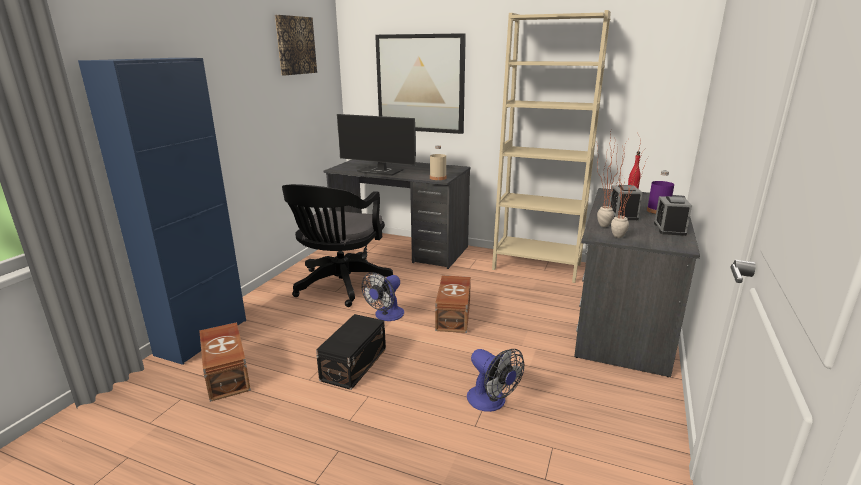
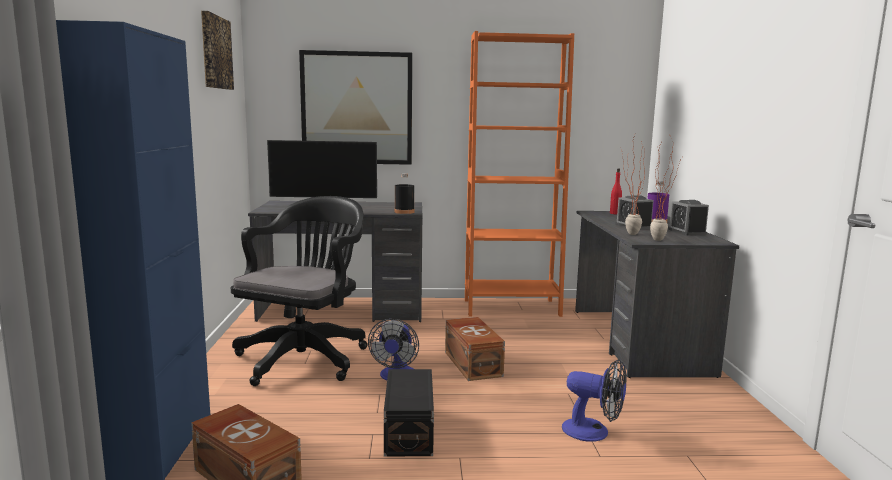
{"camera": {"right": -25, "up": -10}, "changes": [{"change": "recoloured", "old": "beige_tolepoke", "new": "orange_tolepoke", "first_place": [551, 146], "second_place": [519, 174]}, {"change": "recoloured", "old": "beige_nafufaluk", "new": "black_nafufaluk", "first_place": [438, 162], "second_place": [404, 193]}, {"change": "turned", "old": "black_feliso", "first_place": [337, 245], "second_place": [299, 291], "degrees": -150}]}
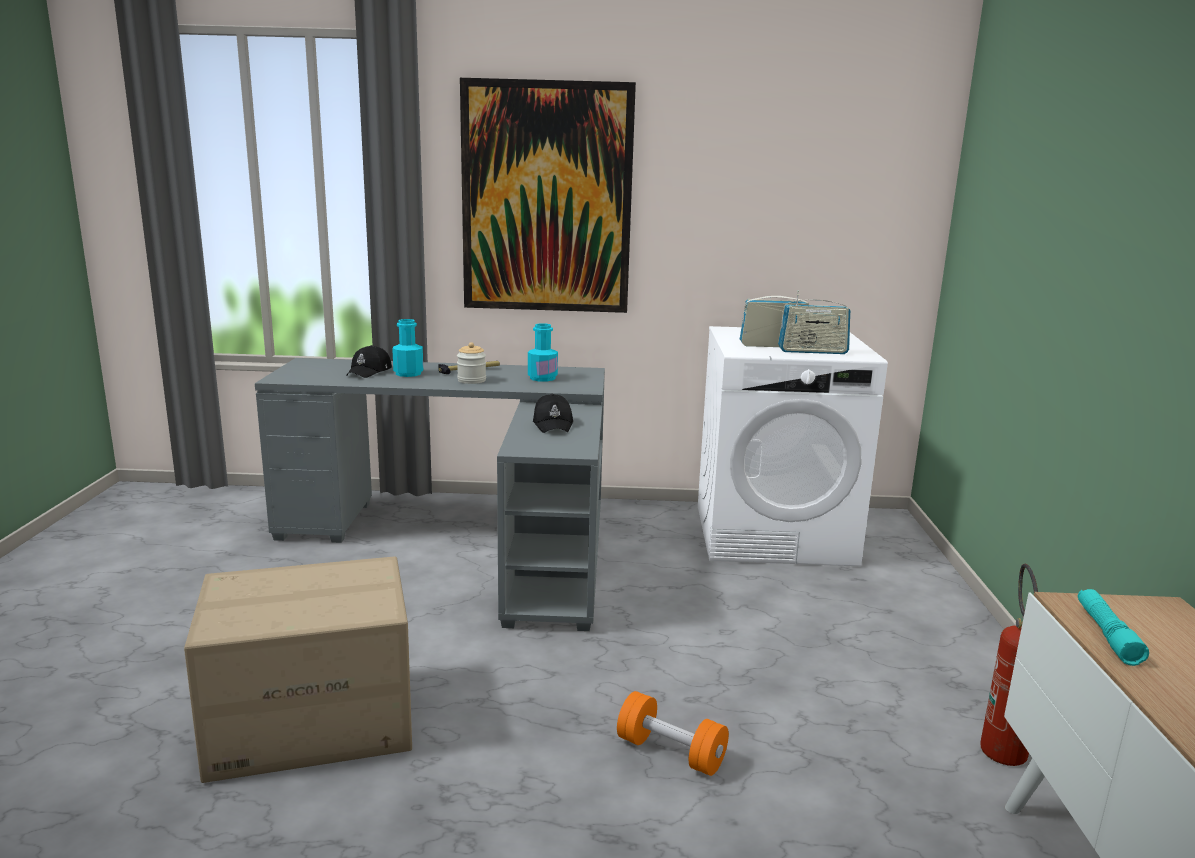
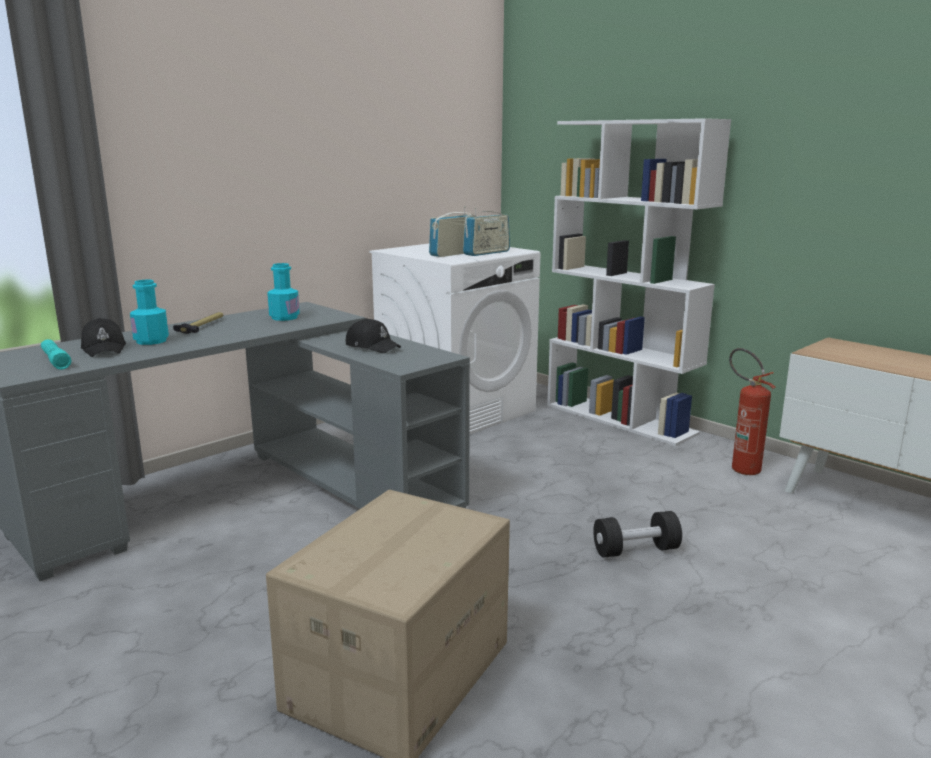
{"camera": {"right": -45, "up": 0}, "changes": [{"change": "removed", "old": "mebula", "first_place": [548, 195]}, {"change": "removed", "old": "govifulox", "first_place": [471, 363]}, {"change": "moved", "old": "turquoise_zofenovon", "first_place": [1113, 627], "second_place": [56, 354]}, {"change": "recoloured", "old": "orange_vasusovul", "new": "black_vasusovul", "first_place": [673, 733], "second_place": [637, 534]}, {"change": "added", "new": "white_tolepoke", "second_place": [639, 282]}]}
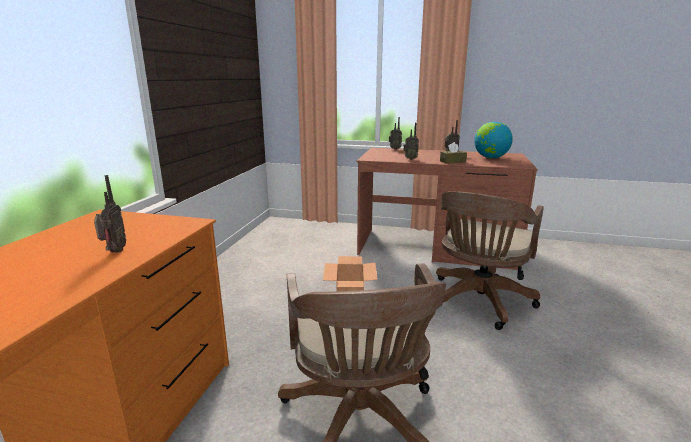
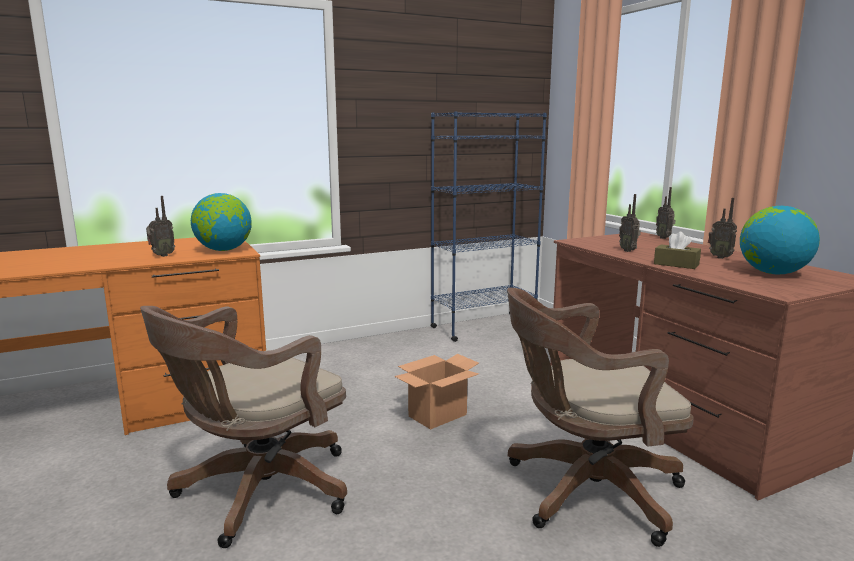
{"camera": {"right": 50, "up": -5}, "changes": [{"change": "added", "new": "blue_tolepoke", "second_place": [489, 226]}, {"change": "added", "new": "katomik", "second_place": [221, 222]}]}
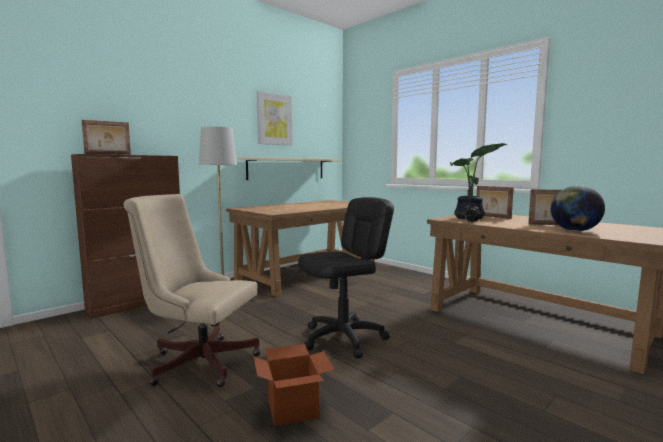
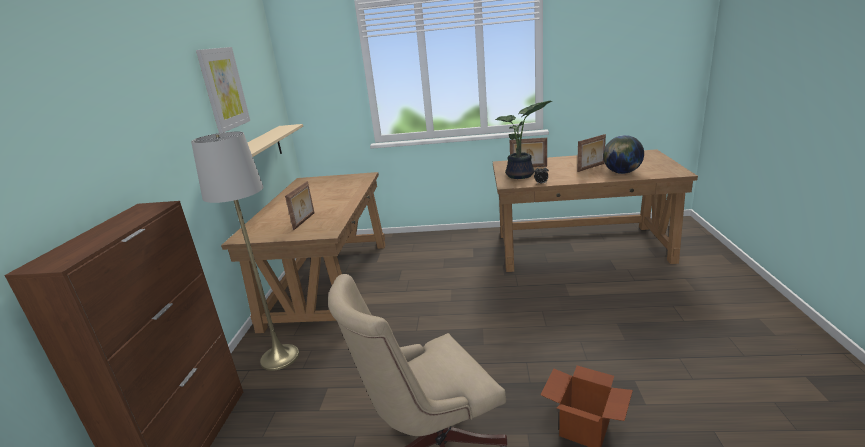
{"camera": {"right": -40, "up": 15}, "changes": [{"change": "moved", "old": "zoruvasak", "first_place": [106, 137], "second_place": [300, 205]}, {"change": "removed", "old": "black_feliso", "first_place": [346, 277]}]}
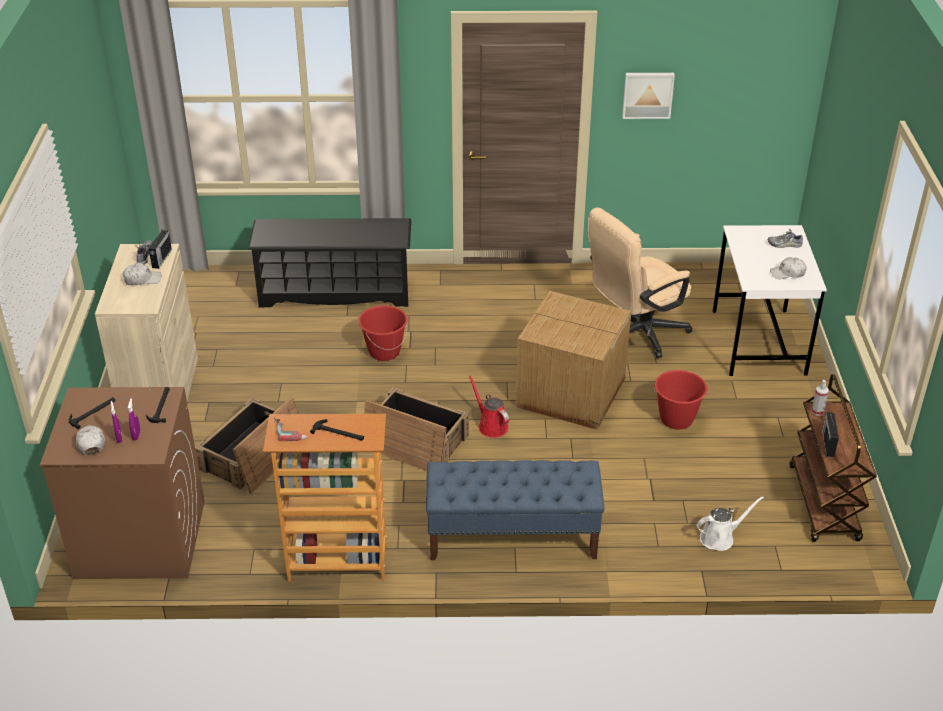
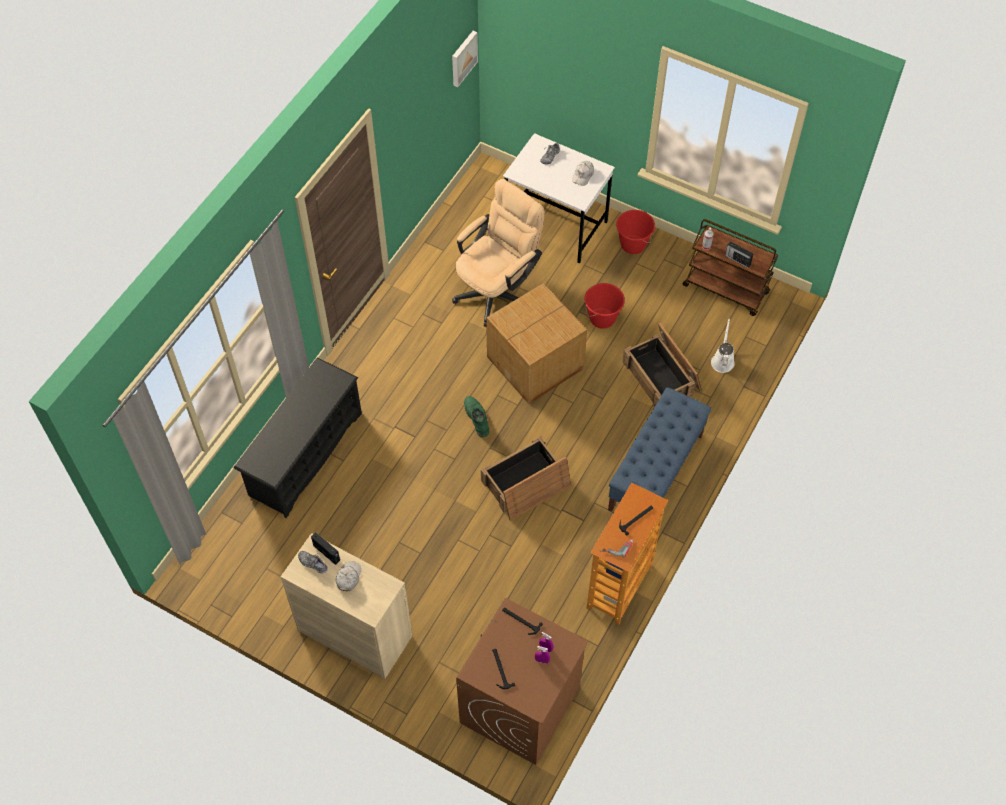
{"camera": {"right": -60, "up": 20}, "changes": [{"change": "moved", "old": "mebula", "first_place": [648, 96], "second_place": [465, 59]}, {"change": "turned", "old": "beige_feliso", "first_place": [640, 282], "second_place": [498, 253], "degrees": -135}, {"change": "moved", "old": "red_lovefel", "first_place": [382, 333], "second_place": [635, 232]}, {"change": "removed", "old": "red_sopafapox", "first_place": [489, 406]}, {"change": "moved", "old": "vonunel", "first_place": [246, 445], "second_place": [662, 364]}, {"change": "removed", "old": "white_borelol", "first_place": [91, 440]}, {"change": "added", "new": "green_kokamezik", "second_place": [477, 416]}]}
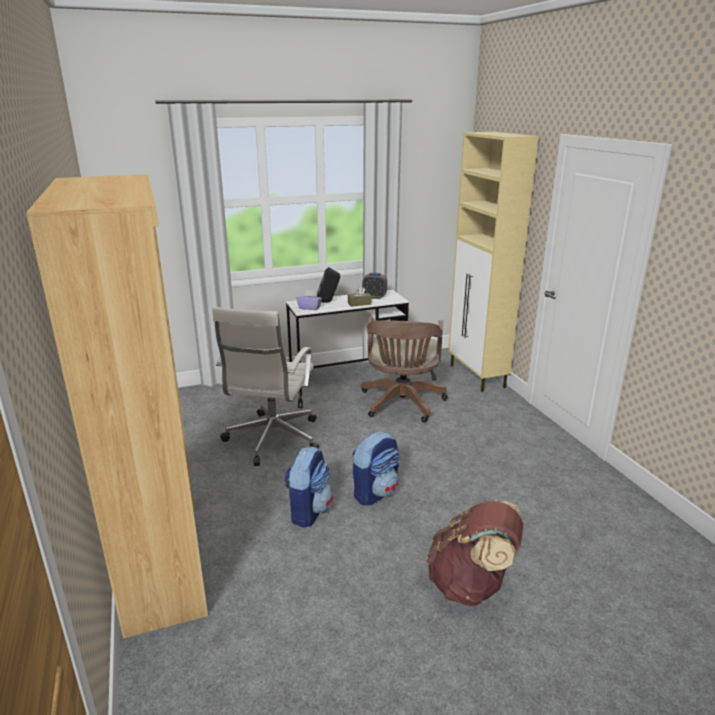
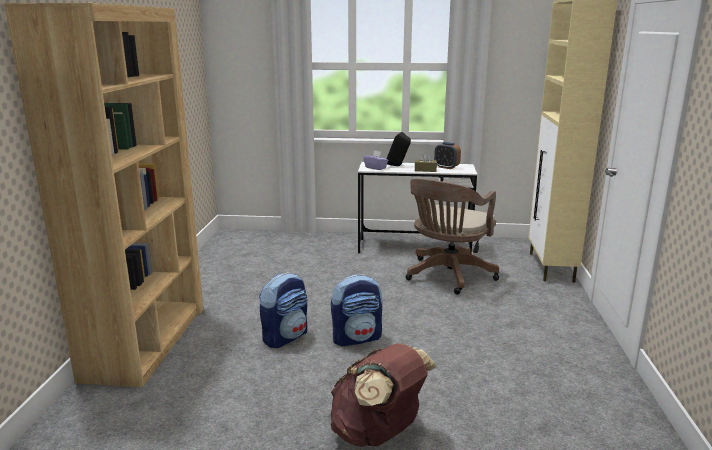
{"camera": {"right": 25, "up": -5}, "changes": [{"change": "removed", "old": "white_feliso", "first_place": [266, 386]}]}
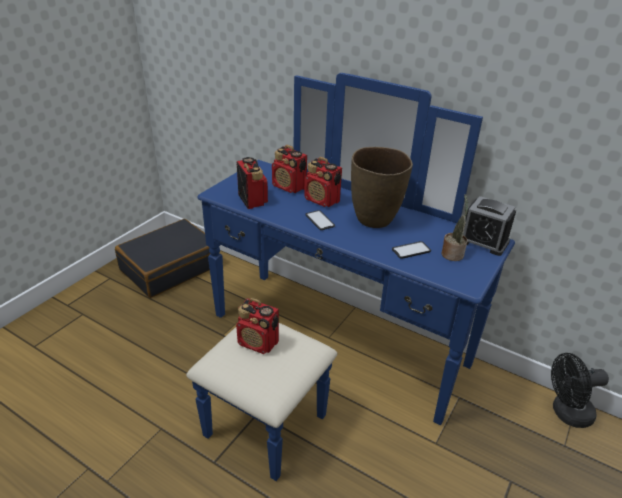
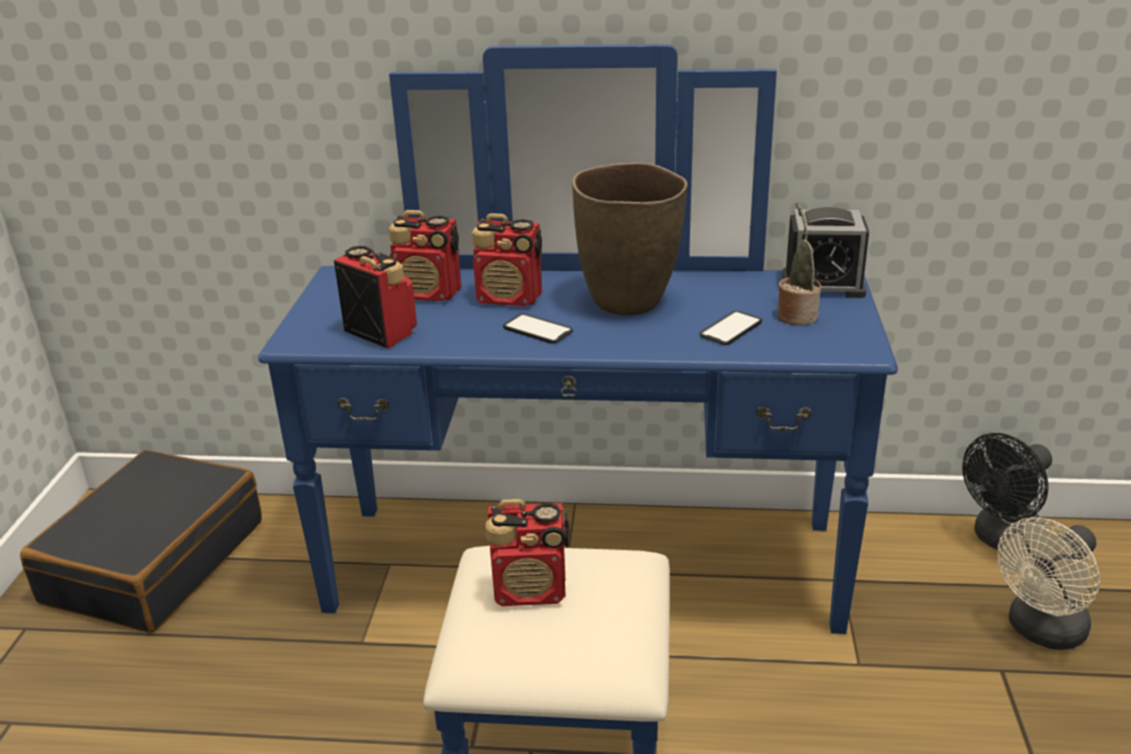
{"camera": {"right": -25, "up": -5}, "changes": [{"change": "added", "new": "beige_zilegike", "second_place": [1048, 583]}]}
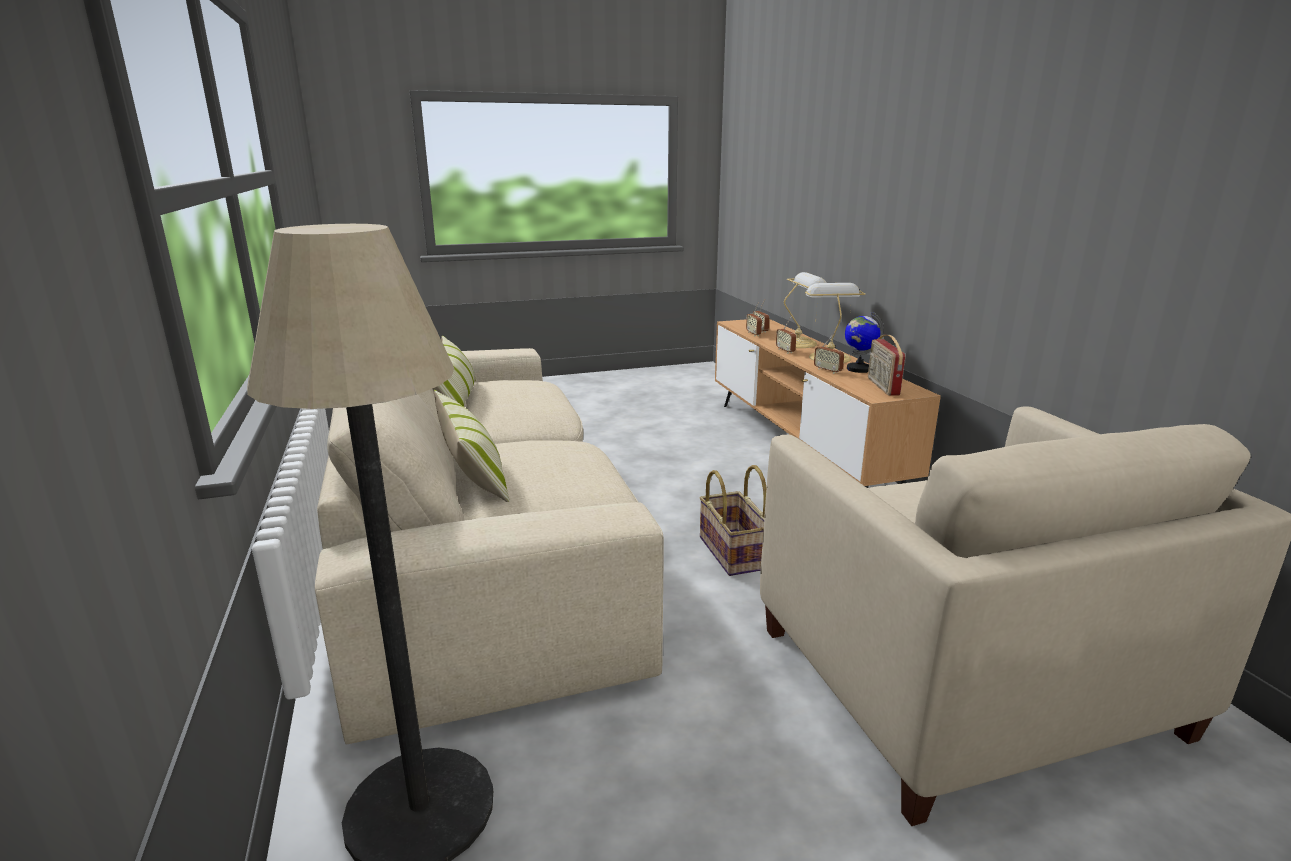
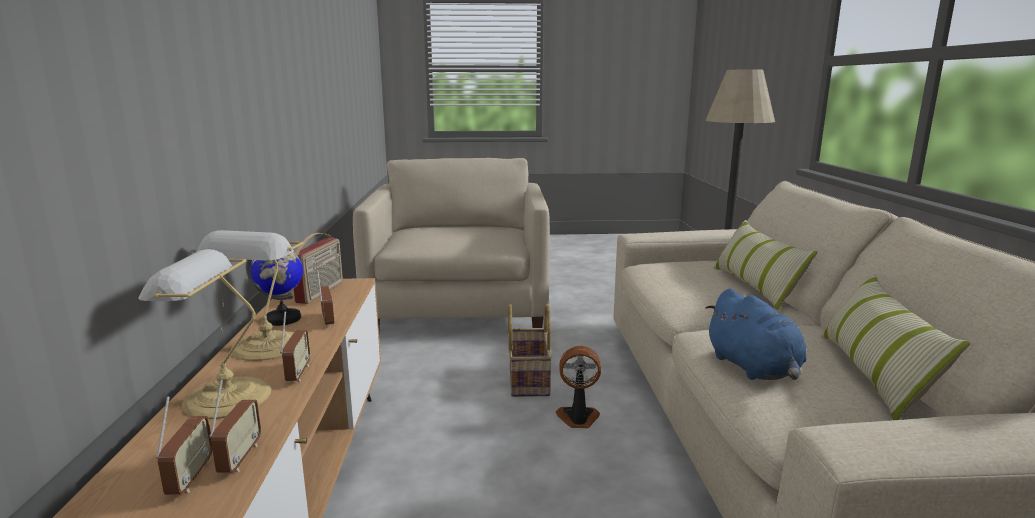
{"camera": {"right": -165, "up": -5}, "changes": [{"change": "added", "new": "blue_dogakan", "second_place": [756, 334]}, {"change": "added", "new": "zilegike", "second_place": [578, 387]}]}
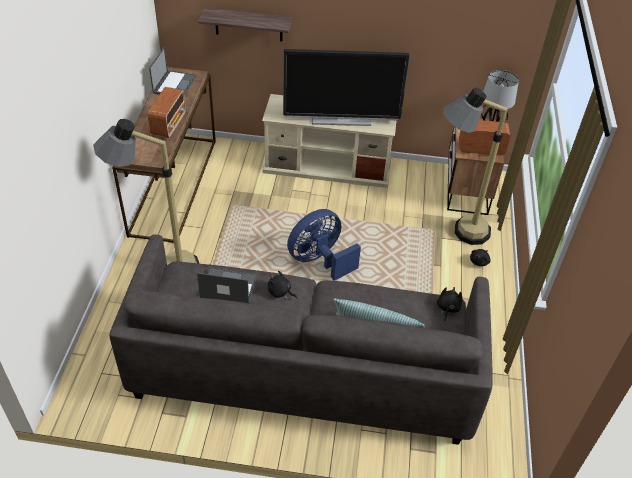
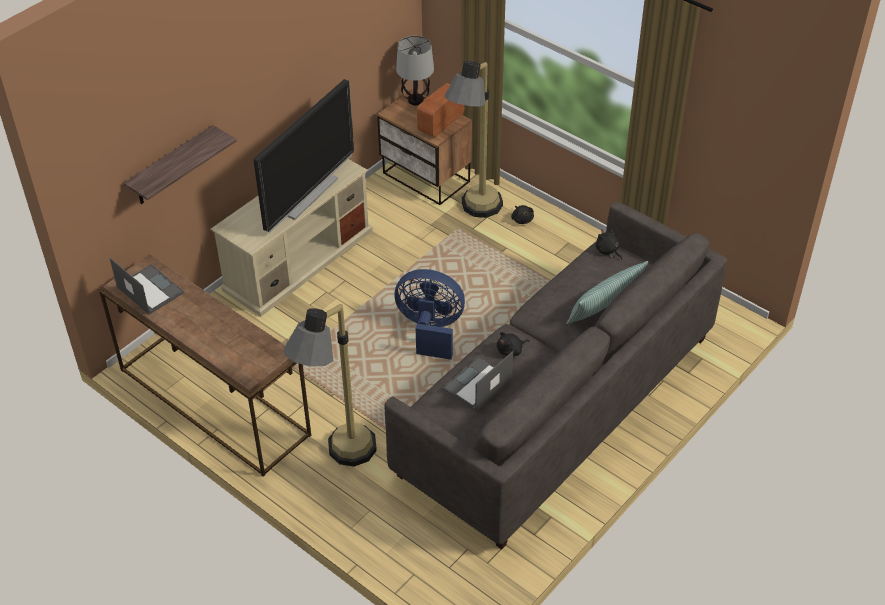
{"camera": {"right": -55, "up": 0}, "changes": [{"change": "removed", "old": "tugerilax", "first_place": [167, 112]}, {"change": "turned", "old": "blue_zilegike", "first_place": [324, 245], "second_place": [429, 314], "degrees": 105}]}
